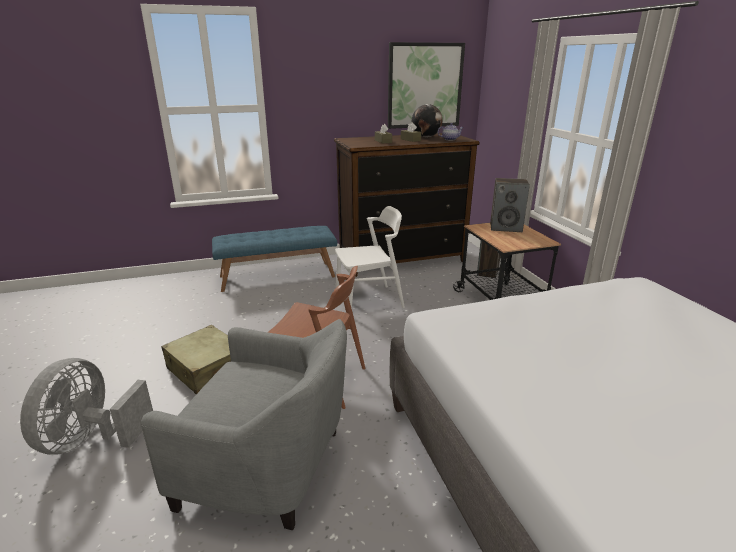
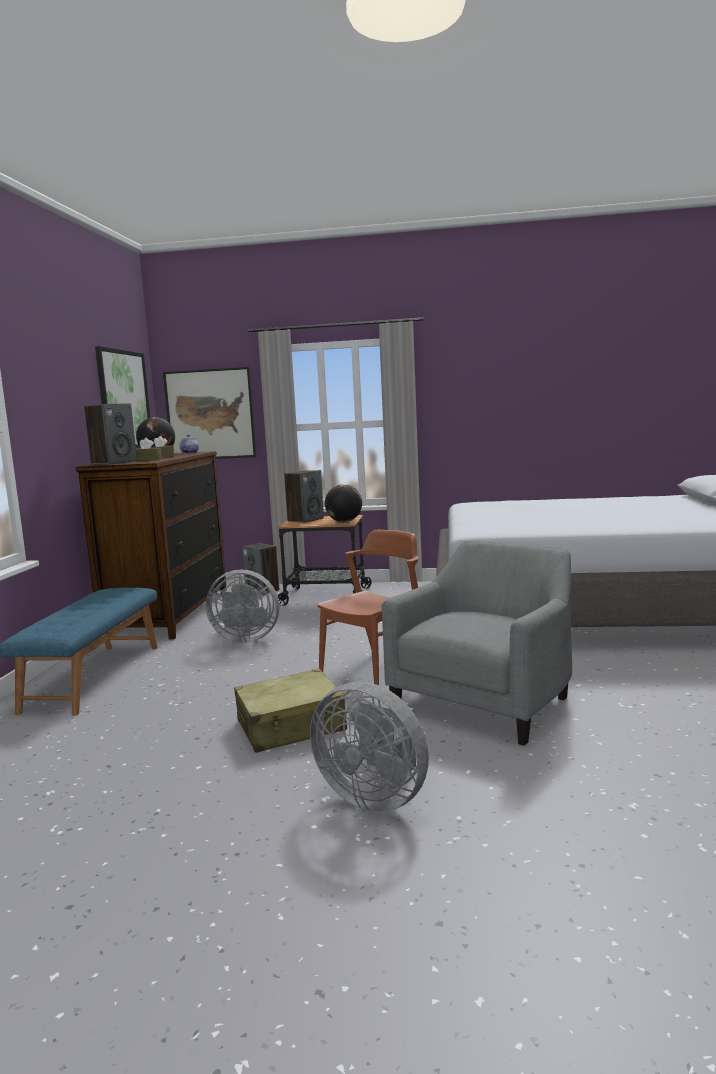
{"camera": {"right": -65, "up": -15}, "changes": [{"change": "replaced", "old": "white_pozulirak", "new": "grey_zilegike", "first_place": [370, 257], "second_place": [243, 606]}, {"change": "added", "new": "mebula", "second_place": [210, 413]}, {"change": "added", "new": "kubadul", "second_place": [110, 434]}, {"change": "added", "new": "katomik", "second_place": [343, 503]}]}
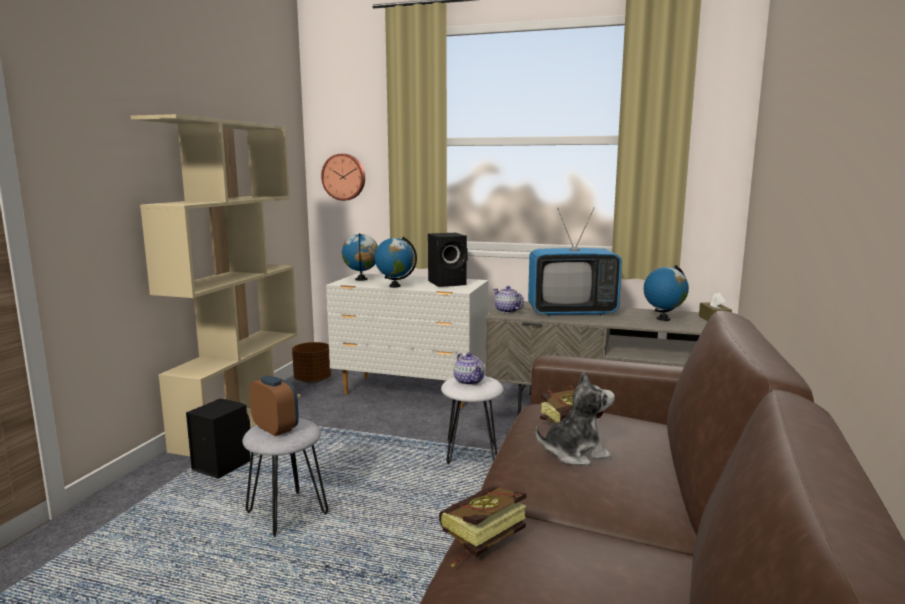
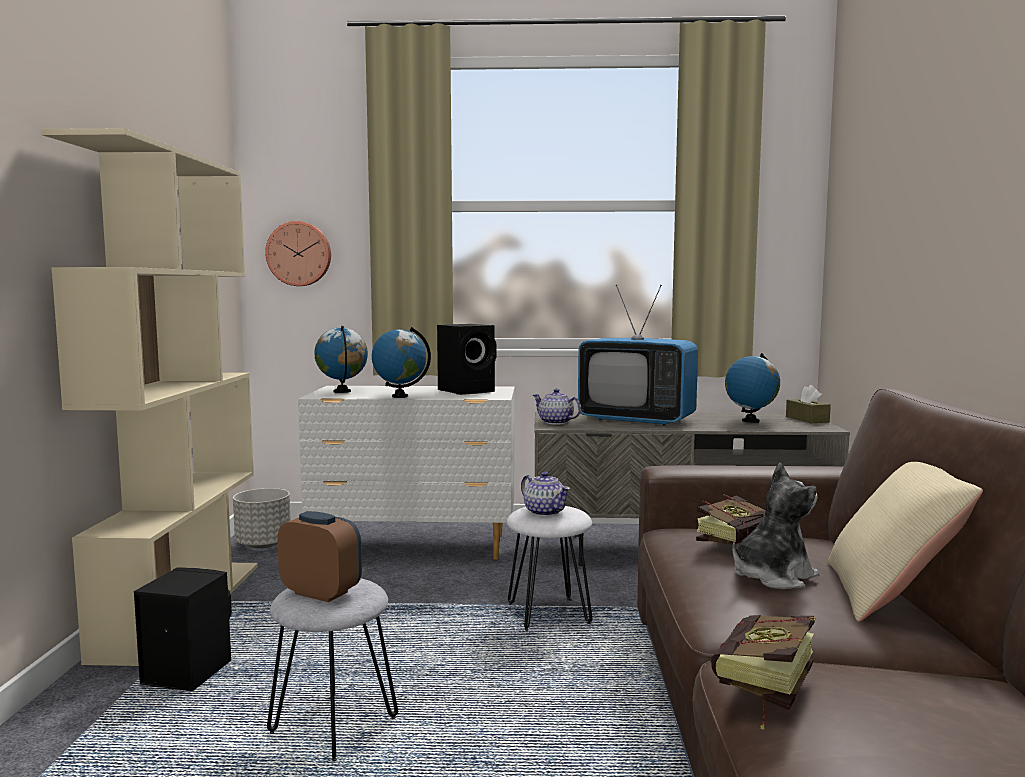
{"camera": {"right": -15, "up": -5}, "changes": [{"change": "turned", "old": "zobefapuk", "first_place": [575, 262], "second_place": [638, 355], "degrees": 45}, {"change": "recoloured", "old": "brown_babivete", "new": "grey_babivete", "first_place": [311, 363], "second_place": [262, 518]}, {"change": "added", "new": "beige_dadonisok", "second_place": [905, 542]}]}
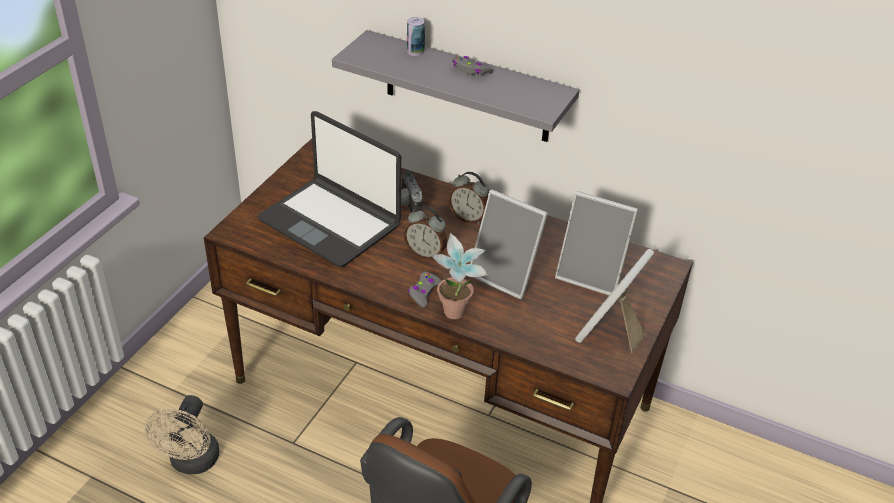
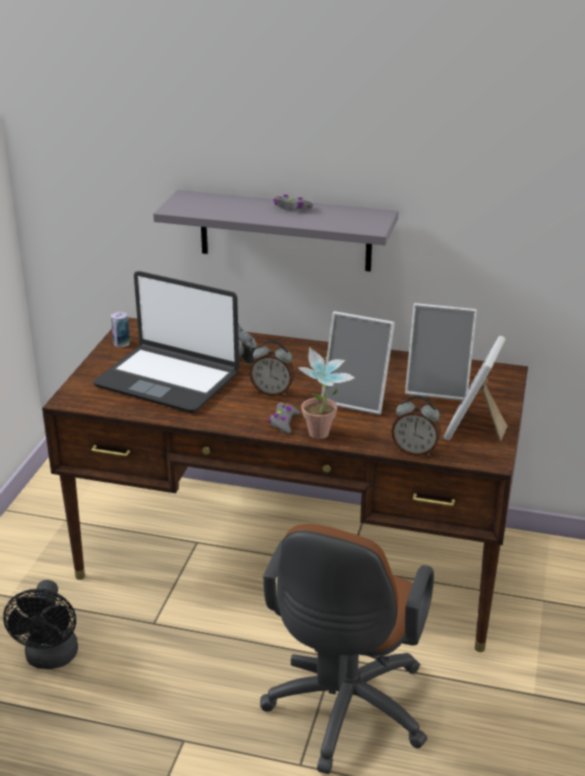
{"camera": {"right": -10, "up": -10}, "changes": [{"change": "moved", "old": "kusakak", "first_place": [416, 36], "second_place": [120, 330]}, {"change": "moved", "old": "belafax", "first_place": [469, 198], "second_place": [416, 426]}, {"change": "recoloured", "old": "beige_zilegike", "new": "black_zilegike", "first_place": [182, 434], "second_place": [40, 624]}]}
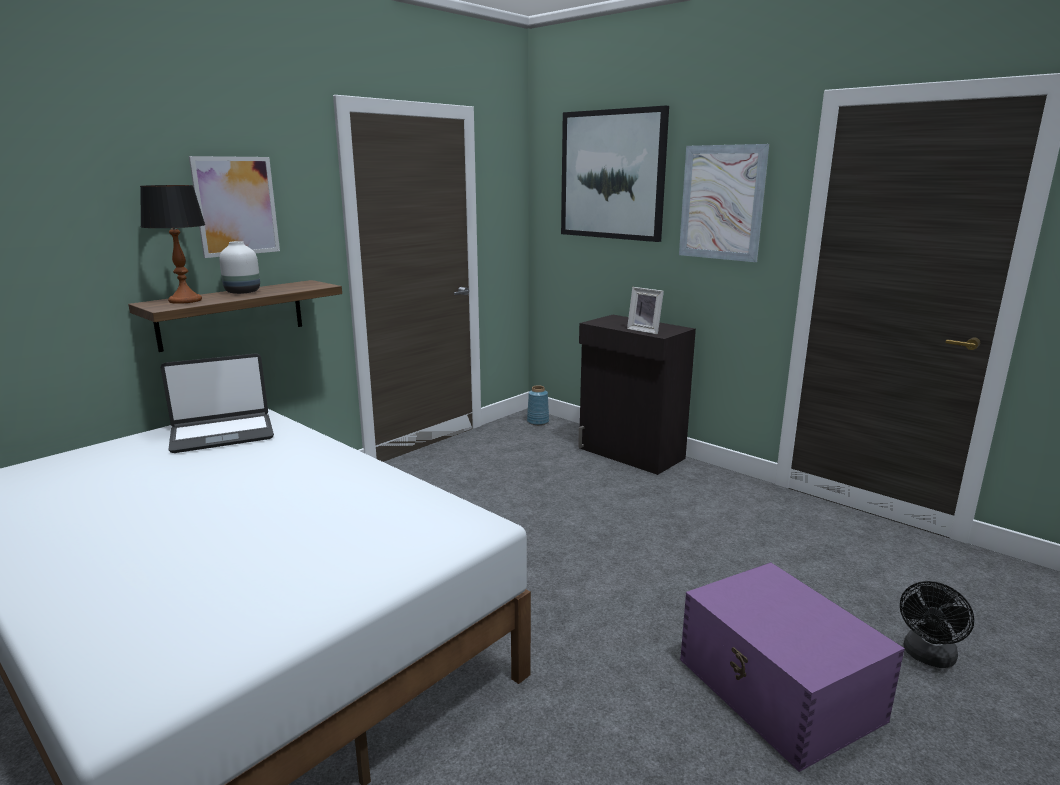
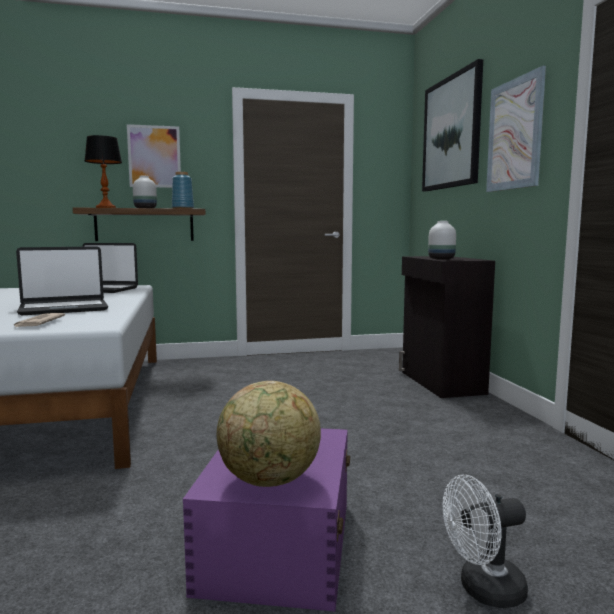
{"camera": {"right": 35, "up": -10}, "changes": [{"change": "replaced", "old": "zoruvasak", "new": "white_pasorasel", "first_place": [645, 310], "second_place": [442, 240]}, {"change": "moved", "old": "blue_pasorasel", "first_place": [538, 405], "second_place": [183, 190]}, {"change": "recoloured", "old": "black_zilegike", "new": "white_zilegike", "first_place": [937, 624], "second_place": [485, 541]}, {"change": "added", "new": "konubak", "second_place": [62, 280]}, {"change": "added", "new": "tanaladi", "second_place": [39, 320]}, {"change": "added", "new": "katomik", "second_place": [269, 434]}]}
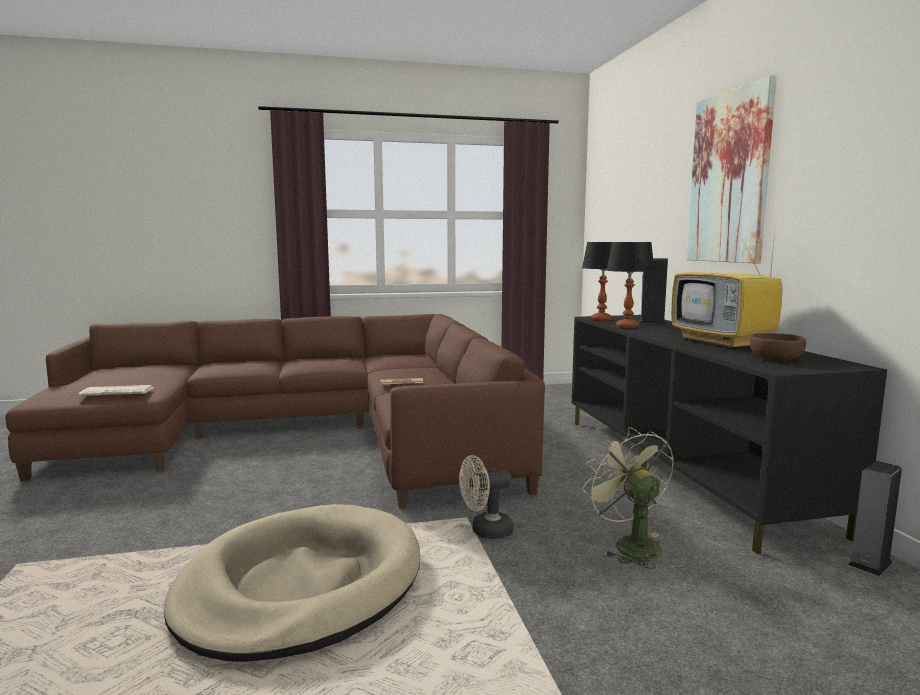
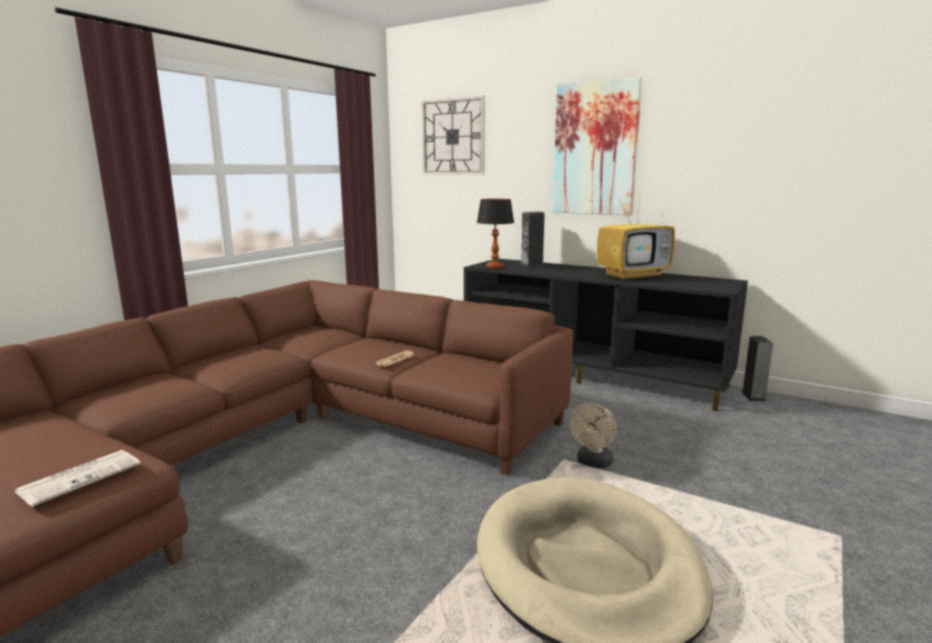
{"camera": {"right": -45, "up": 5}, "changes": [{"change": "turned", "old": "zobefapuk", "first_place": [726, 290], "second_place": [636, 239], "degrees": -45}, {"change": "removed", "old": "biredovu", "first_place": [630, 285]}, {"change": "removed", "old": "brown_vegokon", "first_place": [778, 347]}, {"change": "removed", "old": "green_zilegike", "first_place": [628, 498]}, {"change": "added", "new": "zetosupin", "second_place": [453, 135]}]}
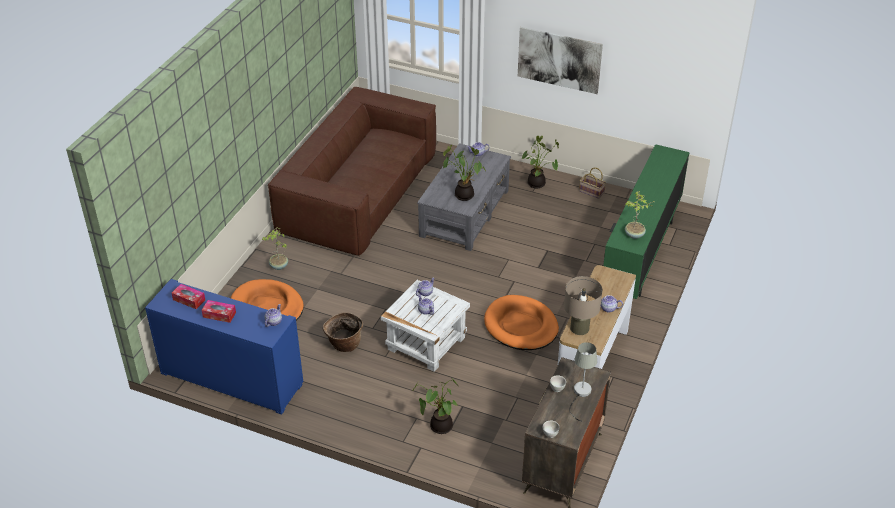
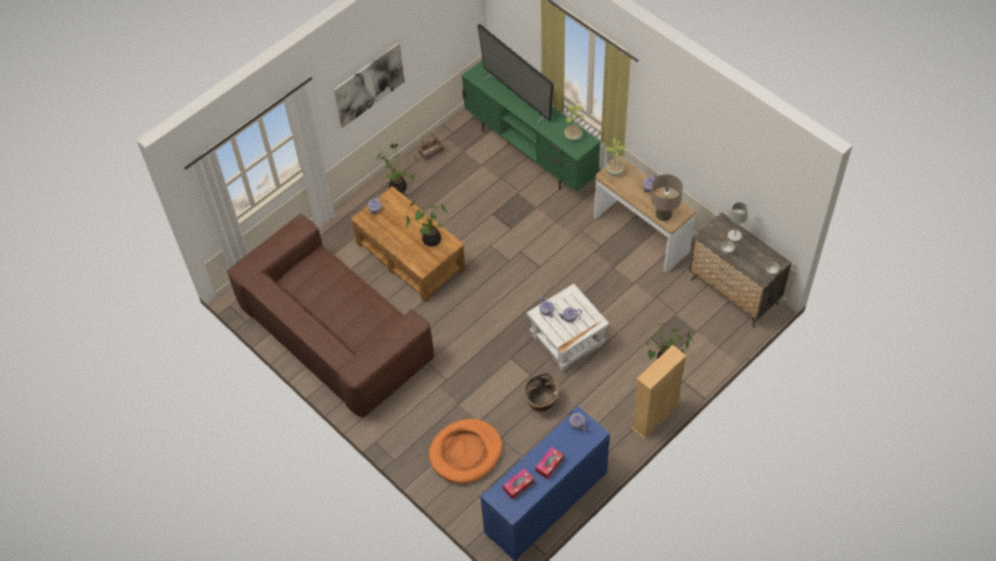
{"camera": {"right": -65, "up": 15}, "changes": [{"change": "recoloured", "old": "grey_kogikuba", "new": "brown_kogikuba", "first_place": [464, 197], "second_place": [408, 244]}, {"change": "moved", "old": "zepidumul", "first_place": [275, 248], "second_place": [617, 157]}, {"change": "removed", "old": "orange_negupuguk", "first_place": [521, 322]}, {"change": "added", "new": "zobefapuk", "second_place": [515, 73]}, {"change": "added", "new": "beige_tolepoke", "second_place": [659, 392]}]}
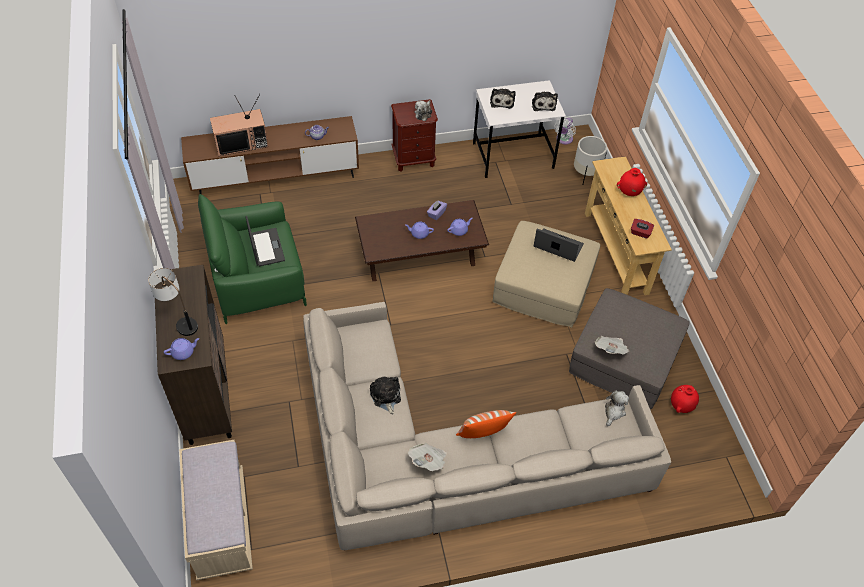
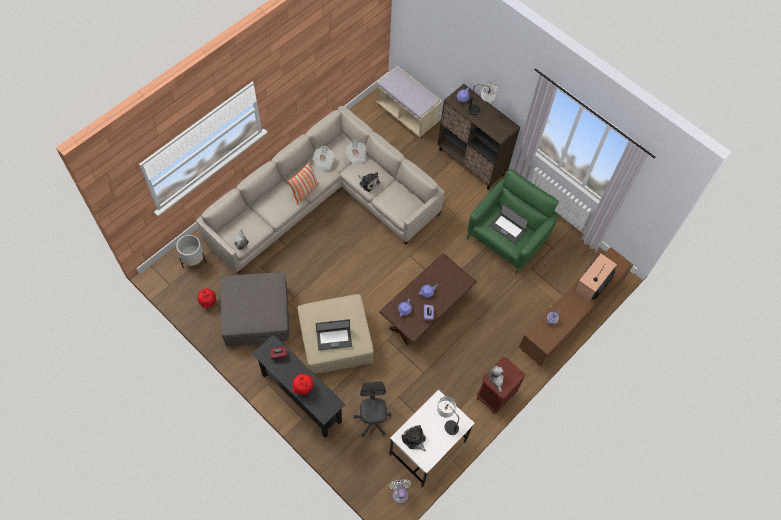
{"camera": {"right": 145, "up": 10}, "changes": [{"change": "replaced", "old": "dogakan", "new": "biredovu", "first_place": [503, 98], "second_place": [448, 415]}, {"change": "moved", "old": "white_babivete", "first_place": [590, 160], "second_place": [191, 251]}, {"change": "recoloured", "old": "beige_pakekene", "new": "black_pakekene", "first_place": [628, 225], "second_place": [299, 386]}, {"change": "moved", "old": "tanaladi", "first_place": [612, 345], "second_place": [356, 153]}, {"change": "added", "new": "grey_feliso", "second_place": [372, 409]}]}
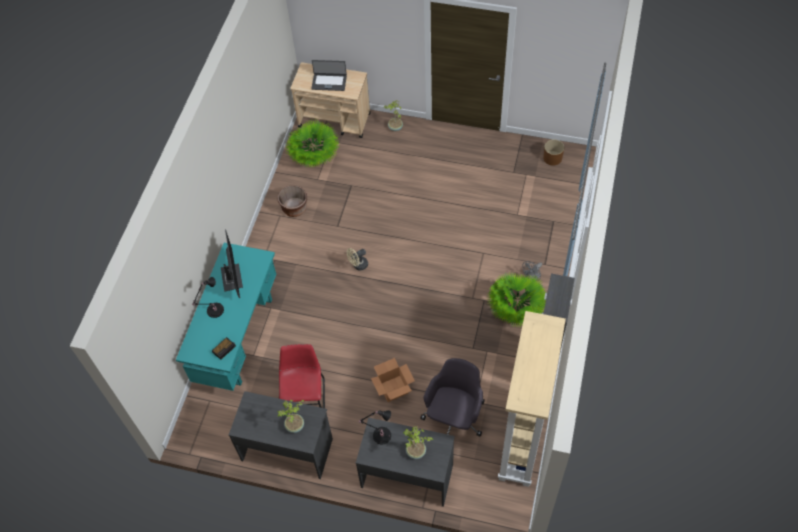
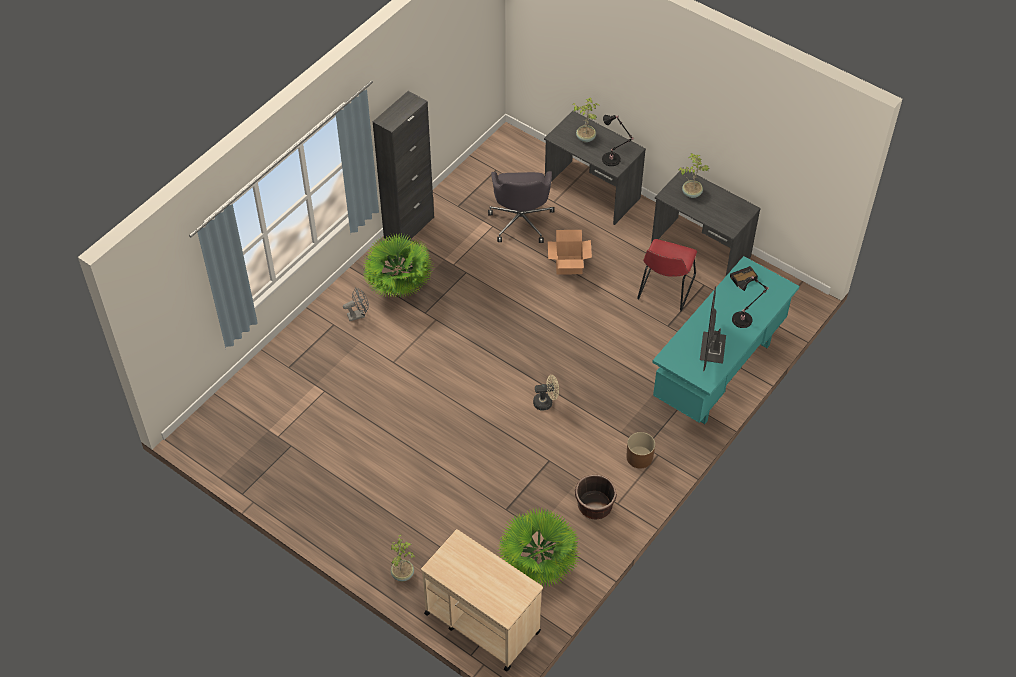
{"camera": {"right": -160, "up": -5}, "changes": [{"change": "removed", "old": "konubak", "first_place": [329, 75]}, {"change": "moved", "old": "brown_babivete", "first_place": [553, 152], "second_place": [640, 450]}, {"change": "removed", "old": "beige_tolepoke", "first_place": [532, 399]}, {"change": "turned", "old": "grey_feliso", "first_place": [452, 397], "second_place": [521, 207], "degrees": -45}]}
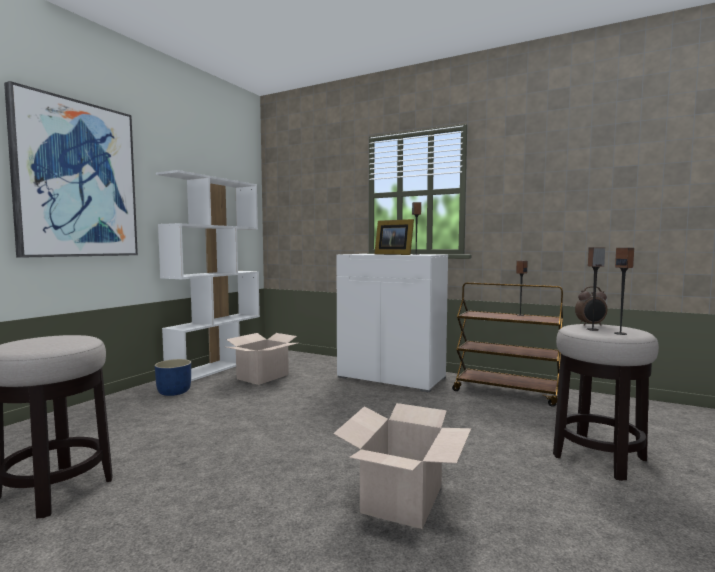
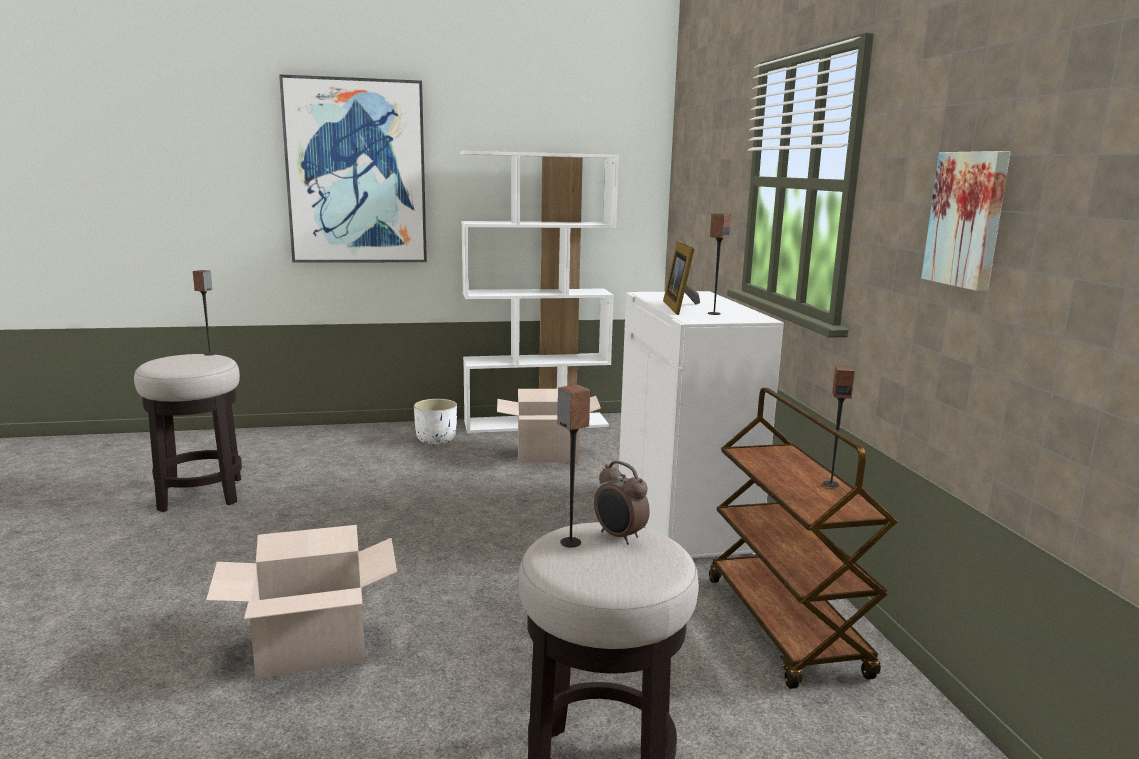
{"camera": {"right": 50, "up": 10}, "changes": [{"change": "moved", "old": "kubadul", "first_place": [624, 291], "second_place": [204, 313]}, {"change": "recoloured", "old": "blue_babivete", "new": "white_babivete", "first_place": [173, 377], "second_place": [435, 422]}, {"change": "added", "new": "mebula", "second_place": [965, 221]}]}
